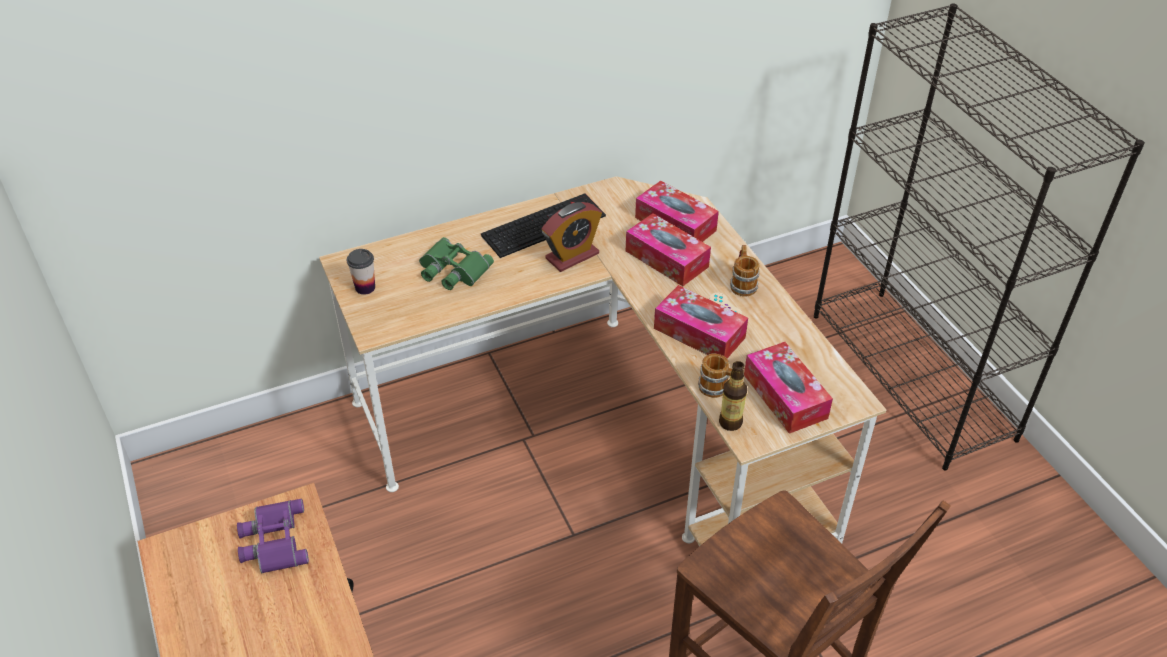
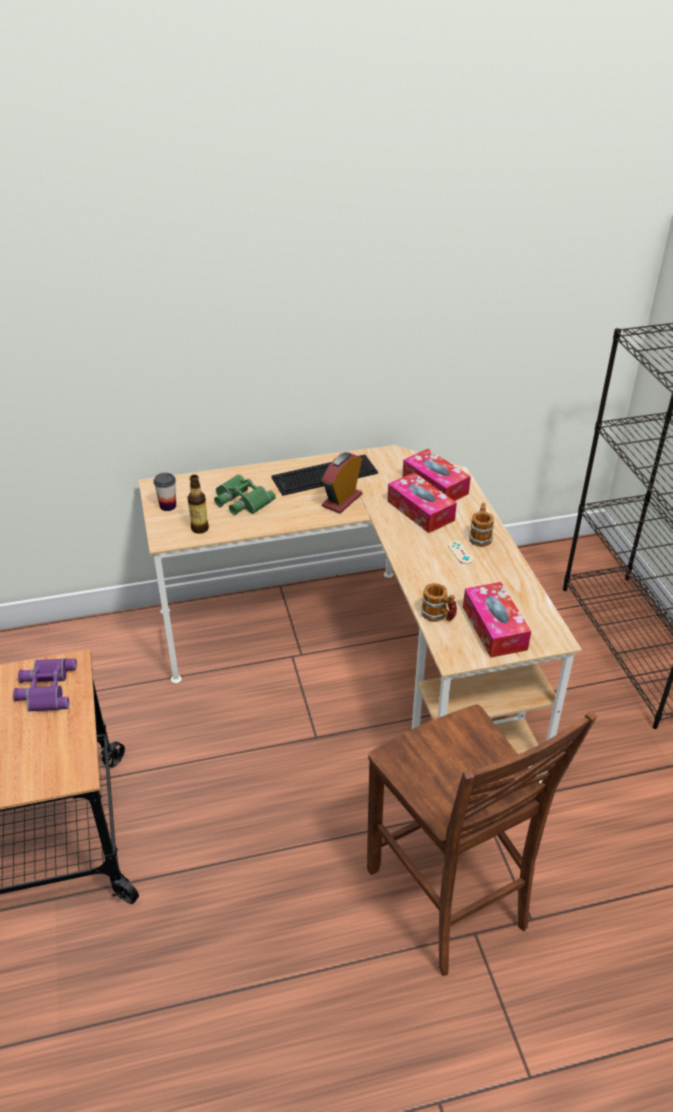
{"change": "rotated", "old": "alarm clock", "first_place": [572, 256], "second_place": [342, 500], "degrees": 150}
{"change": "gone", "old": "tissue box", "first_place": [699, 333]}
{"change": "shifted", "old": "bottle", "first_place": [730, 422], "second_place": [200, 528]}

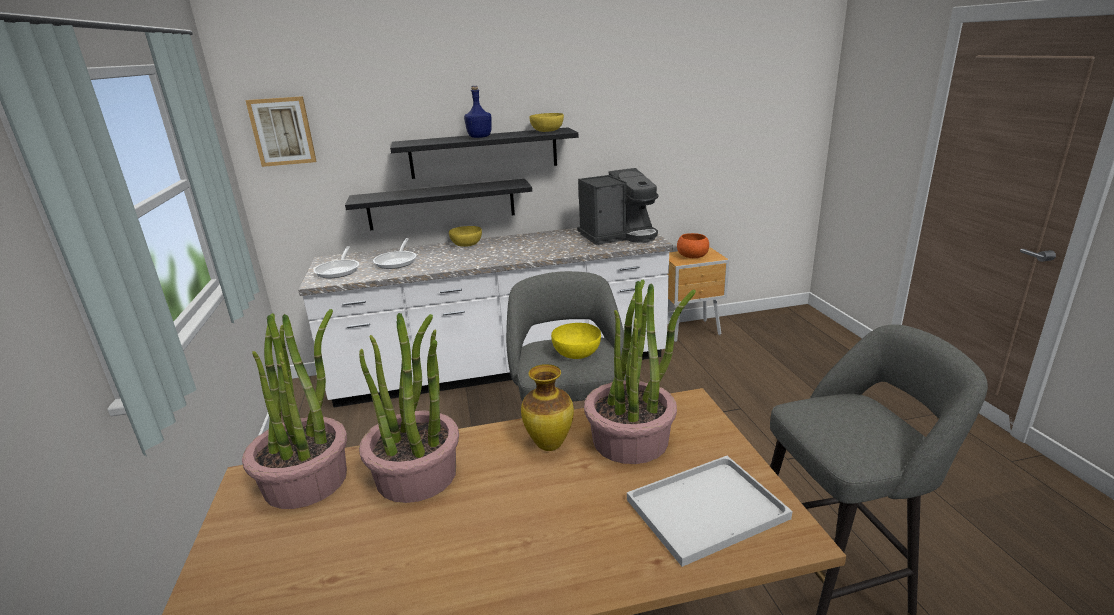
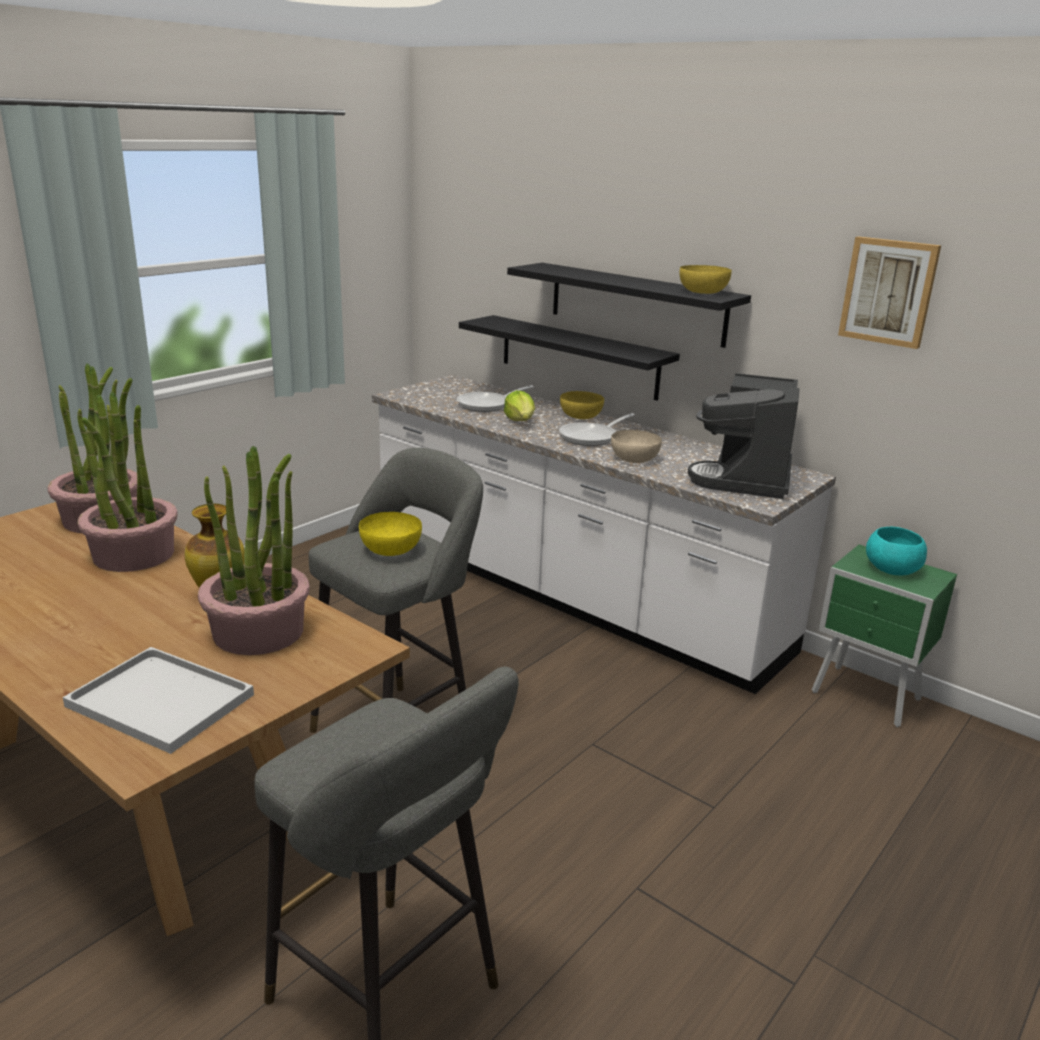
{"change": "gone", "old": "blue bottle", "first_place": [479, 137]}
{"change": "shifted", "old": "picture", "first_place": [282, 131], "second_place": [888, 291]}
{"change": "rotated", "old": "coffee machine", "first_place": [619, 236], "second_place": [746, 478], "degrees": 75}
{"change": "repainted", "old": "orange bowl", "new": "turquoise bowl", "first_place": [693, 256], "second_place": [892, 569]}
{"change": "shifted", "old": "frying pan", "first_place": [339, 270], "second_place": [592, 437]}
{"change": "repainted", "old": "brown nightstand", "new": "green nightstand", "first_place": [692, 331], "second_place": [867, 698]}
{"change": "new", "new": "lettuce", "second_place": [520, 421]}
{"change": "new", "new": "beige bowl", "second_place": [635, 459]}

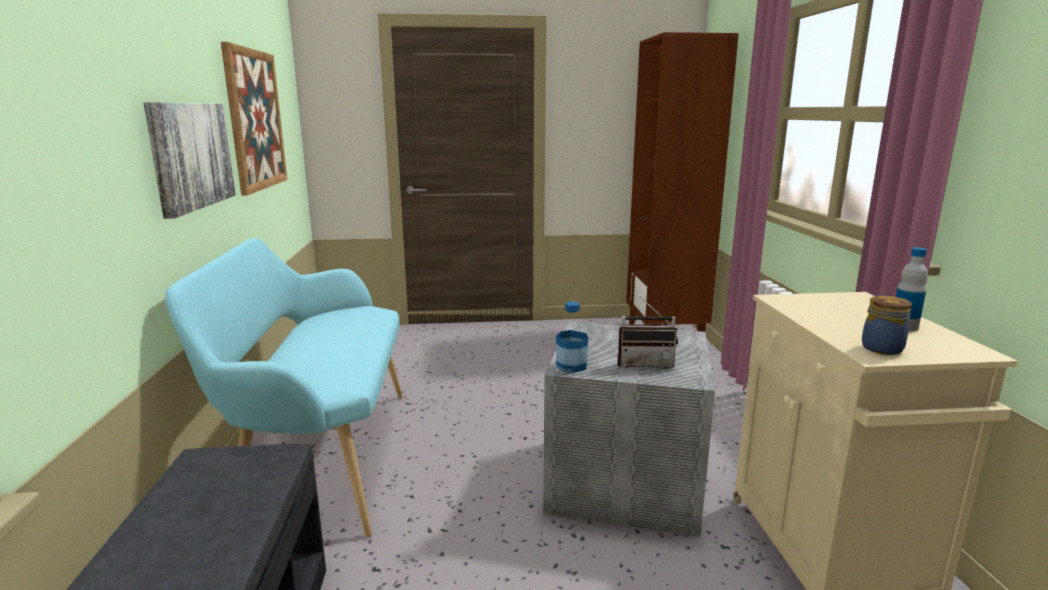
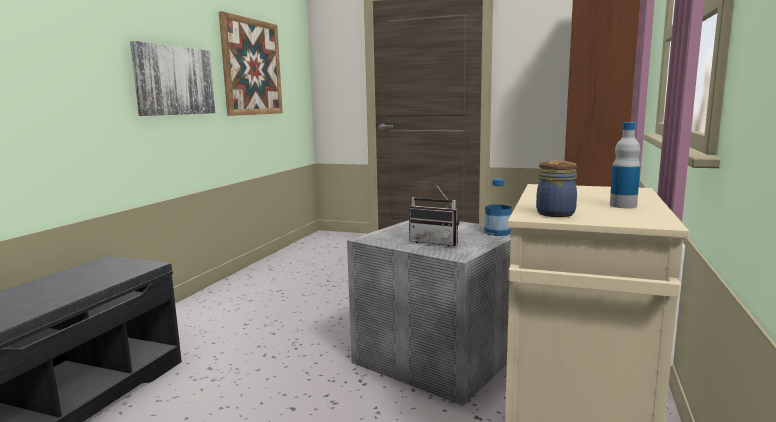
{"change": "gone", "old": "turquoise bench", "first_place": [320, 457]}
{"change": "shifted", "old": "bottle", "first_place": [571, 365], "second_place": [497, 232]}

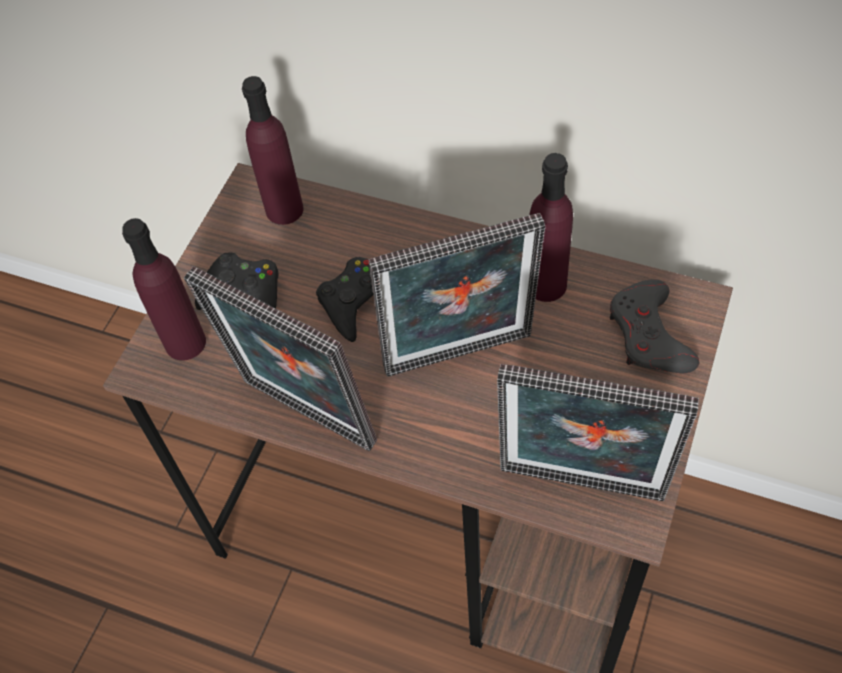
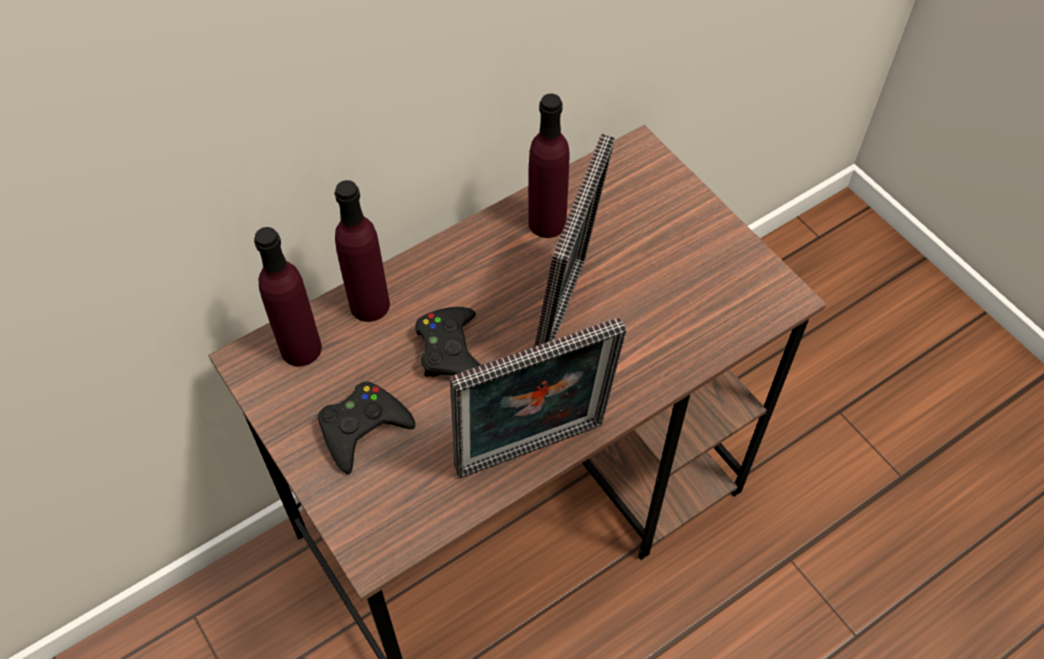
{"change": "shifted", "old": "purple bottle", "first_place": [185, 343], "second_place": [369, 305]}
{"change": "gone", "old": "grey game controller", "first_place": [649, 335]}
{"change": "gone", "old": "picture frame", "first_place": [580, 489]}

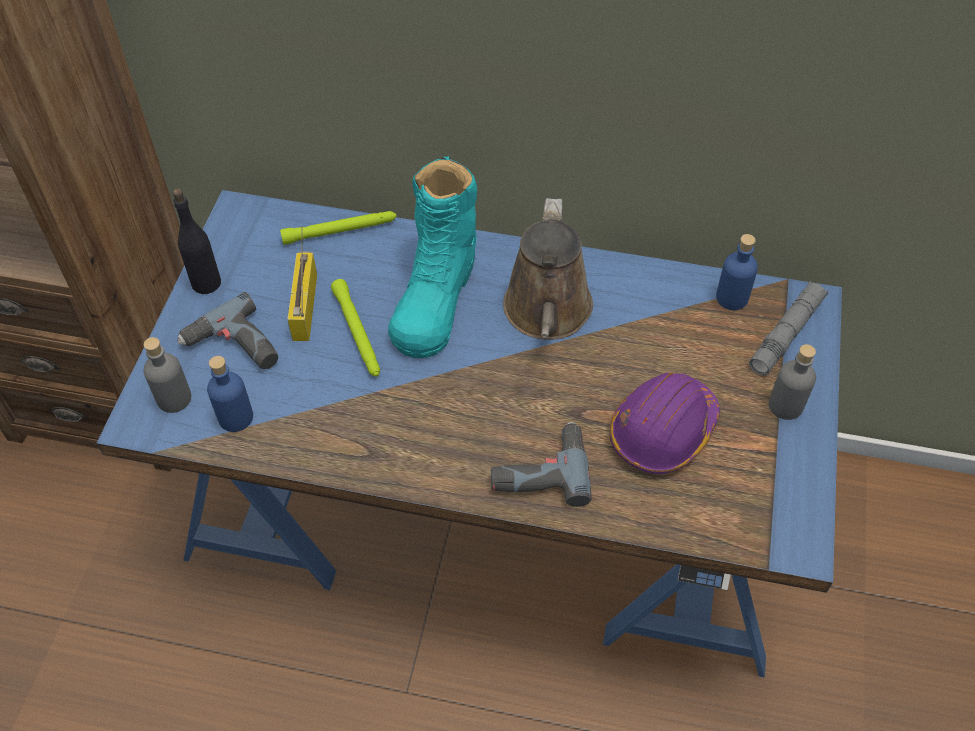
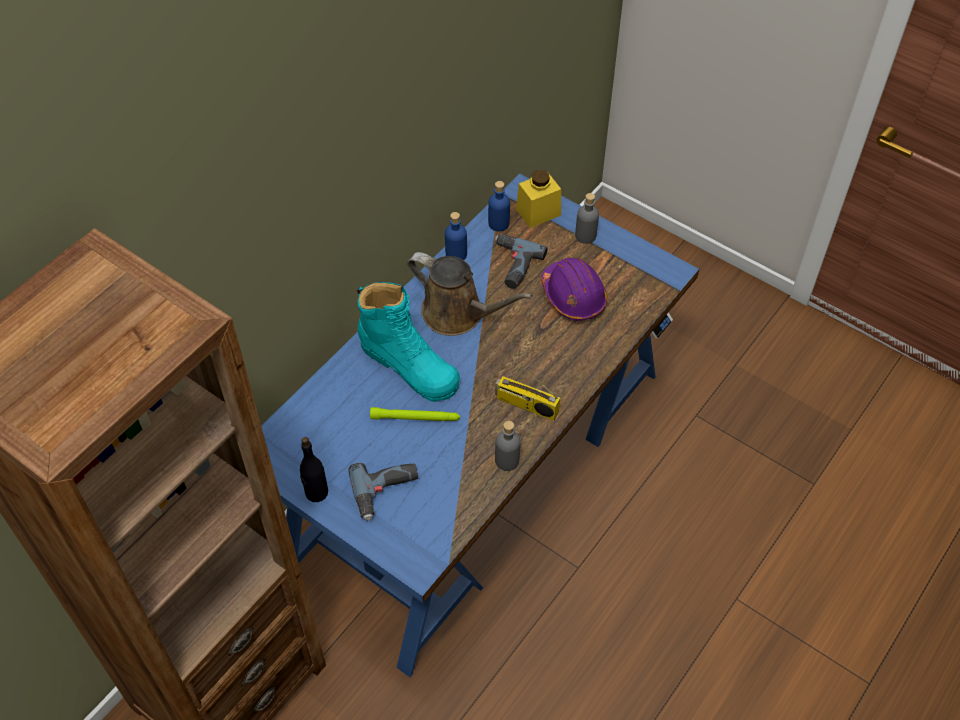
{"change": "gone", "old": "green flashlight", "first_place": [340, 231]}
{"change": "shifted", "old": "radio", "first_place": [304, 305], "second_place": [526, 405]}
{"change": "swapped", "old": "grey flashlight", "new": "yellow jar", "first_place": [786, 334], "second_place": [538, 212]}
{"change": "shifted", "old": "grey bottle", "first_place": [174, 398], "second_place": [507, 460]}
{"change": "shifted", "old": "blue bottle", "first_place": [235, 417], "second_place": [456, 254]}
{"change": "shifted", "old": "power drill", "first_place": [538, 468], "second_place": [512, 265]}

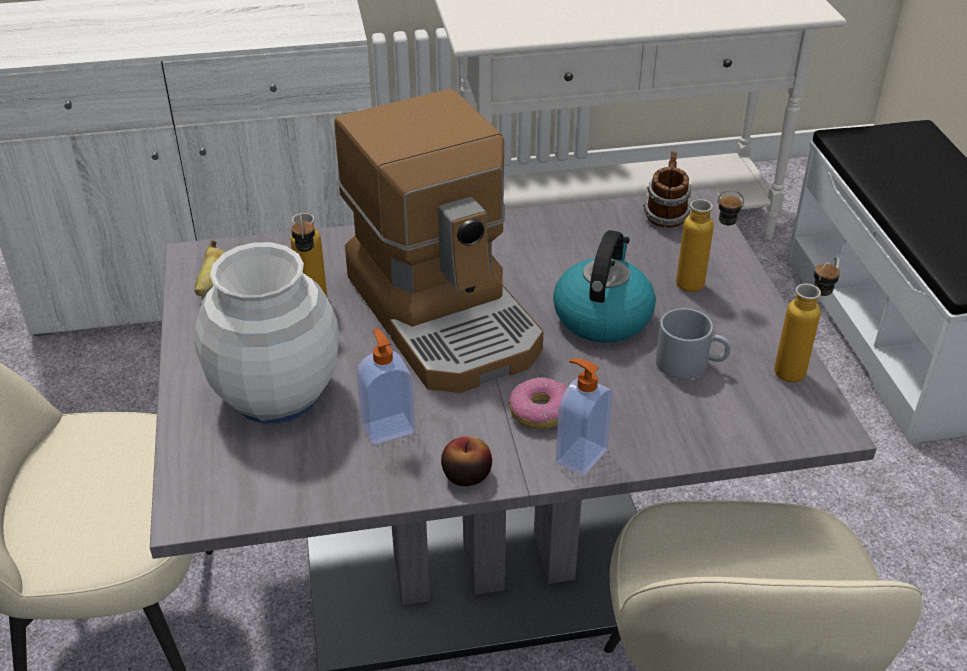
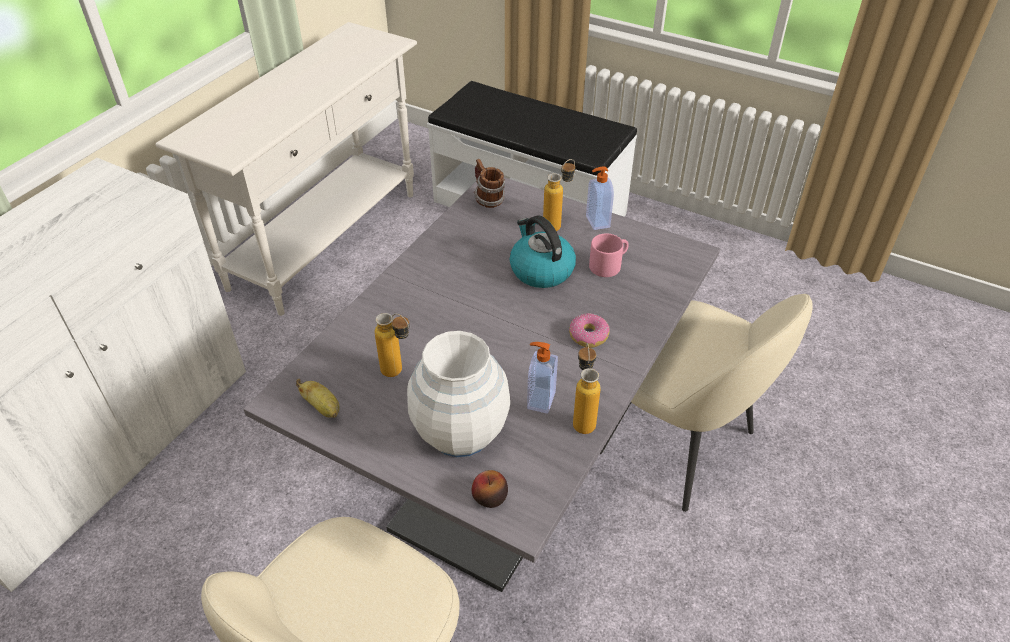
{"change": "gone", "old": "coffee machine", "first_place": [446, 314]}
{"change": "shifted", "old": "bottle", "first_place": [797, 367], "second_place": [583, 418]}
{"change": "repainted", "old": "grey mug", "new": "pink mug", "first_place": [690, 363], "second_place": [608, 264]}
{"change": "shifted", "old": "soap dispenser", "first_place": [580, 455], "second_place": [596, 222]}
{"change": "shifted", "old": "apple", "first_place": [466, 475], "second_place": [490, 497]}

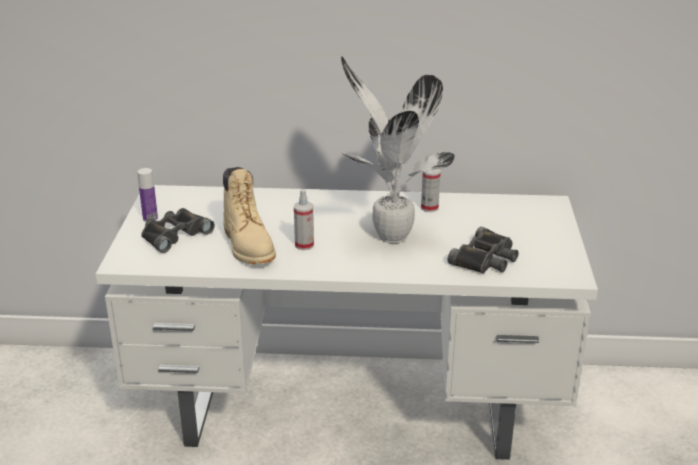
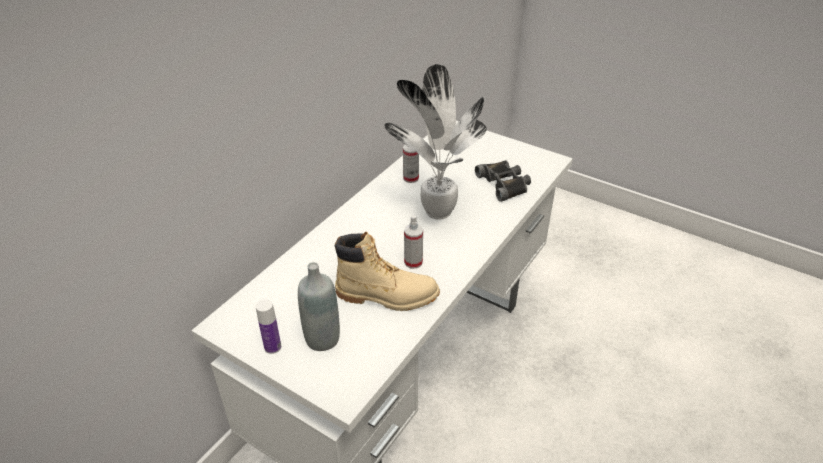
{"change": "swapped", "old": "black binoculars", "new": "grey bottle", "first_place": [174, 234], "second_place": [322, 339]}

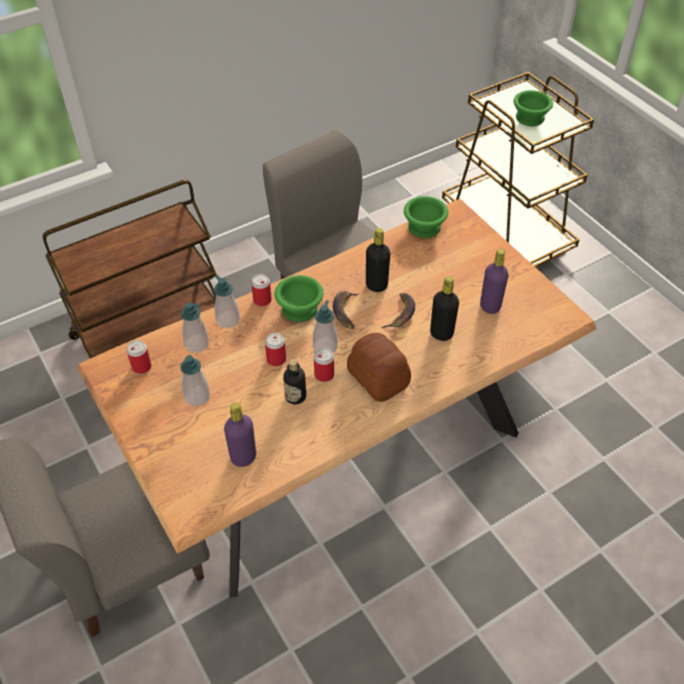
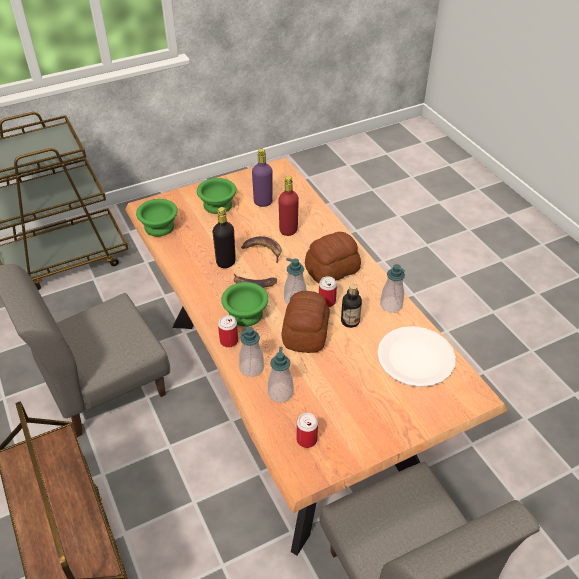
{"change": "shifted", "old": "green bowl", "first_place": [530, 117], "second_place": [217, 205]}
{"change": "repainted", "old": "black bottle", "new": "red bottle", "first_place": [441, 333], "second_place": [288, 230]}
{"change": "swapped", "old": "can", "new": "bread", "first_place": [276, 359], "second_place": [306, 333]}
{"change": "shifted", "old": "soap dispenser", "first_place": [197, 397], "second_place": [391, 305]}
{"change": "swapped", "old": "purple bottle", "new": "white plate", "first_place": [243, 457], "second_place": [415, 357]}

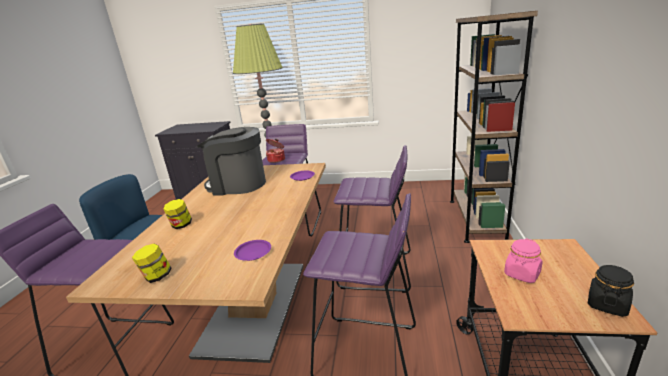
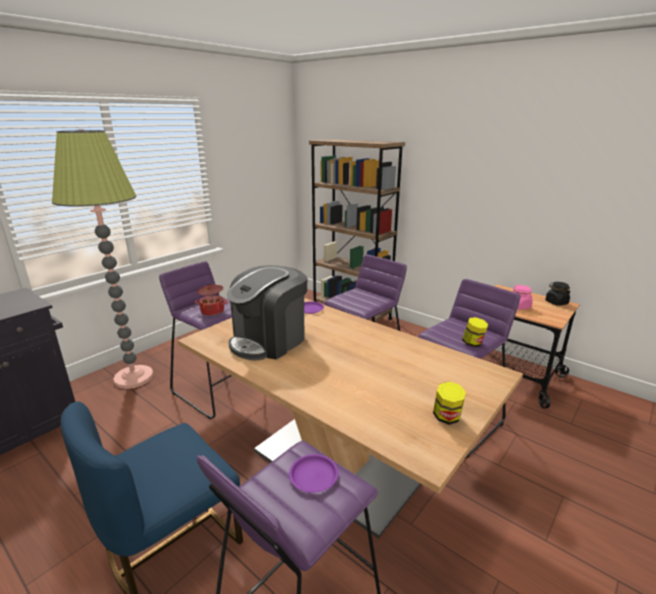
{"change": "shifted", "old": "jar", "first_place": [181, 225], "second_place": [473, 343]}
{"change": "shifted", "old": "purple plate", "first_place": [253, 252], "second_place": [314, 475]}

